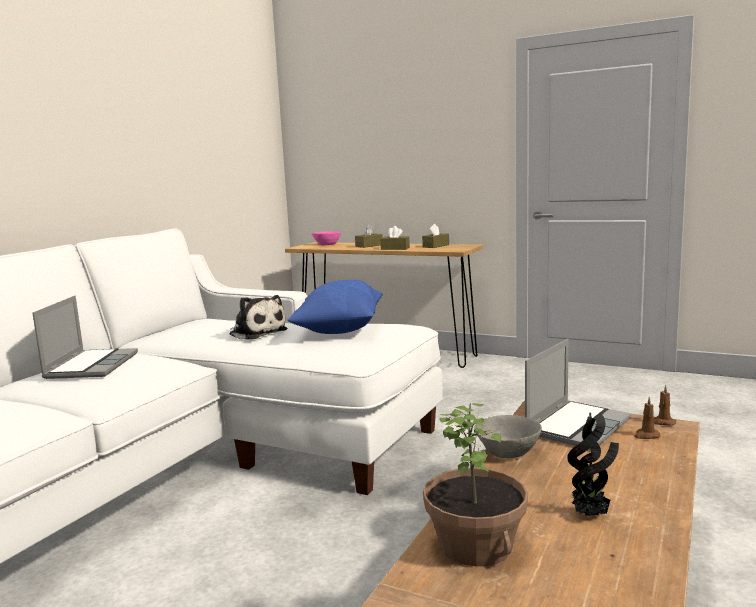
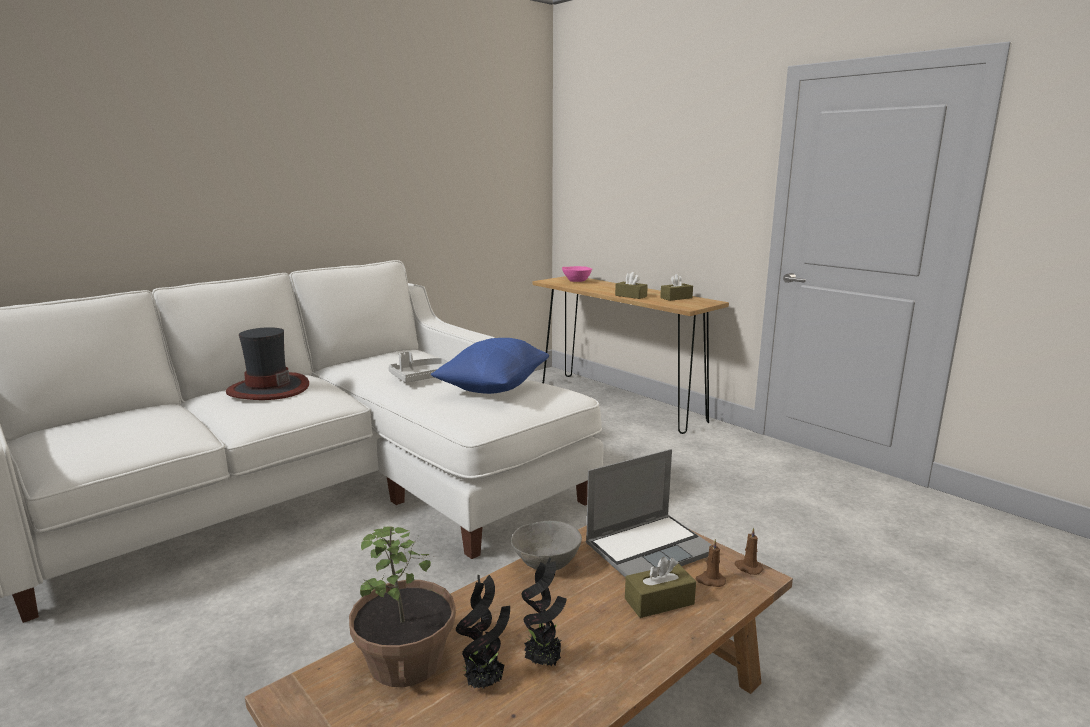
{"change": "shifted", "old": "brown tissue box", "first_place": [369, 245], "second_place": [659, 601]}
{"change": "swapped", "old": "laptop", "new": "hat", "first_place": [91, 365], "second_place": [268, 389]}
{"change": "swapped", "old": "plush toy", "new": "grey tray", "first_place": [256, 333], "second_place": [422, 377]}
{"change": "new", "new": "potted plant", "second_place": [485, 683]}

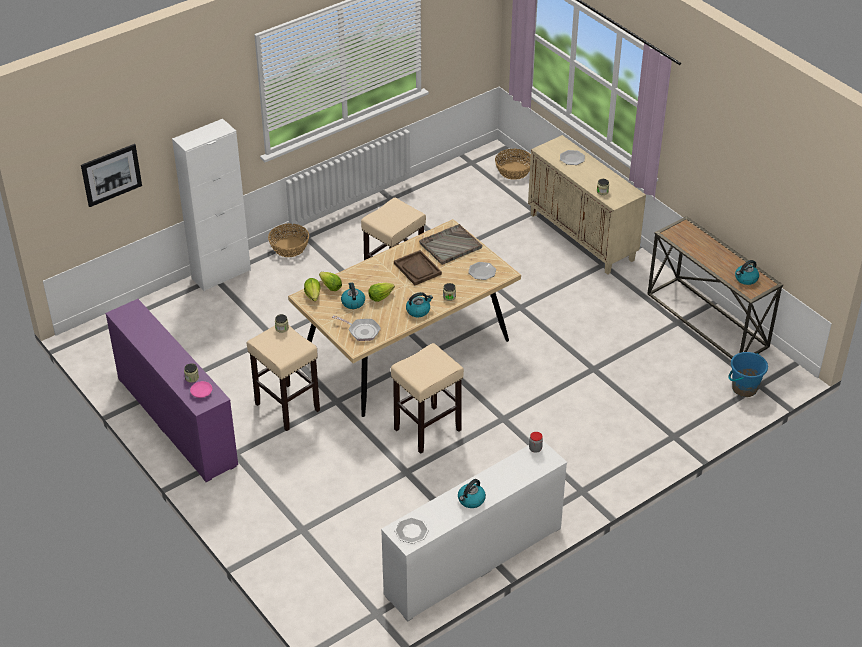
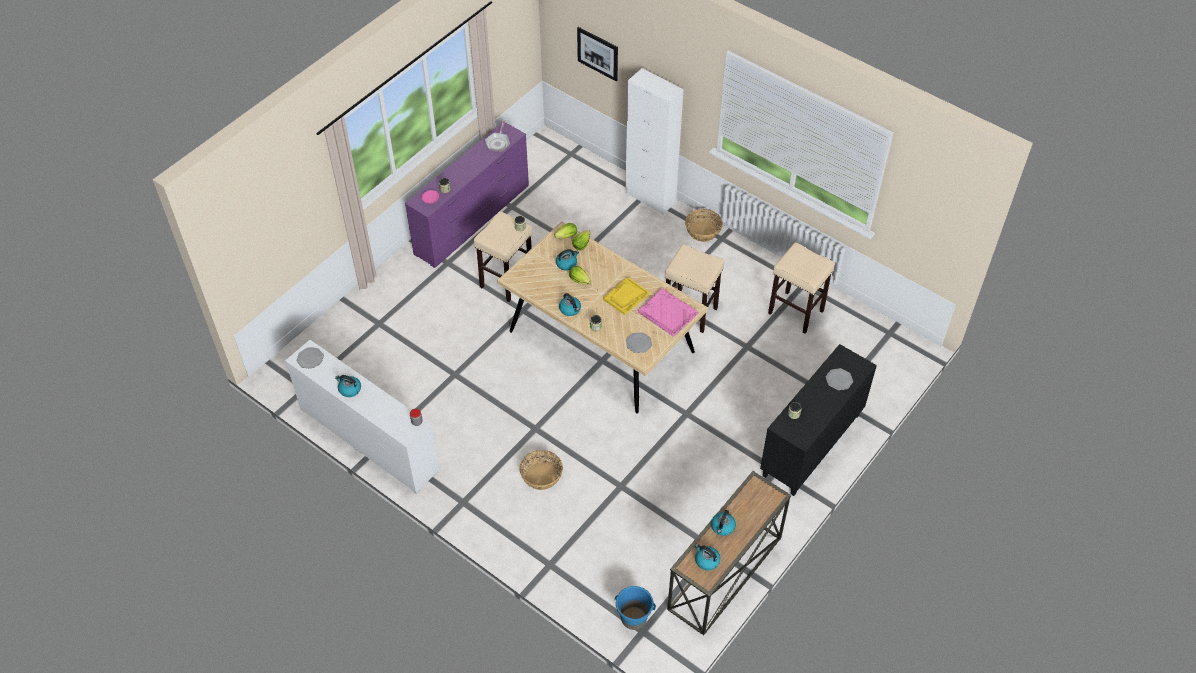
{"change": "repainted", "old": "beige cabinet", "new": "black cabinet", "first_place": [582, 237], "second_place": [811, 446]}
{"change": "shifted", "old": "basket", "first_place": [514, 171], "second_place": [541, 476]}
{"change": "repainted", "old": "grey tray", "new": "pink tray", "first_place": [450, 245], "second_place": [667, 313]}
{"change": "repainted", "old": "brown tray", "new": "yellow tray", "first_place": [417, 269], "second_place": [626, 297]}
{"change": "shifted", "old": "frying pan", "first_place": [361, 331], "second_place": [498, 142]}
{"change": "shifted", "old": "beige stool", "first_place": [427, 430], "second_place": [795, 312]}
{"change": "new", "new": "kettle", "second_place": [722, 527]}

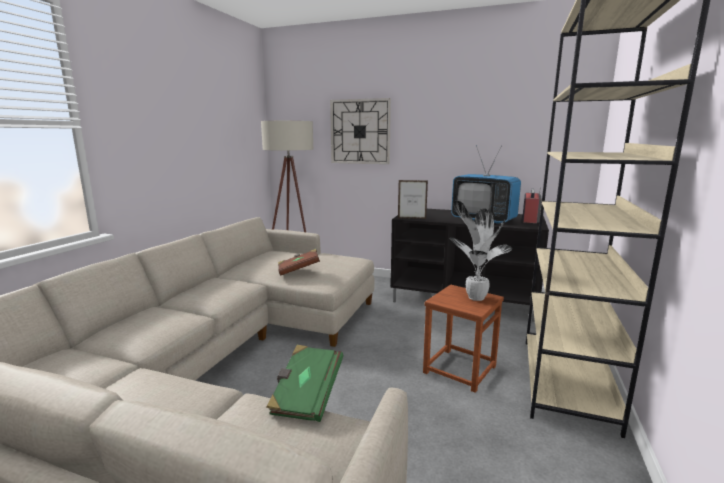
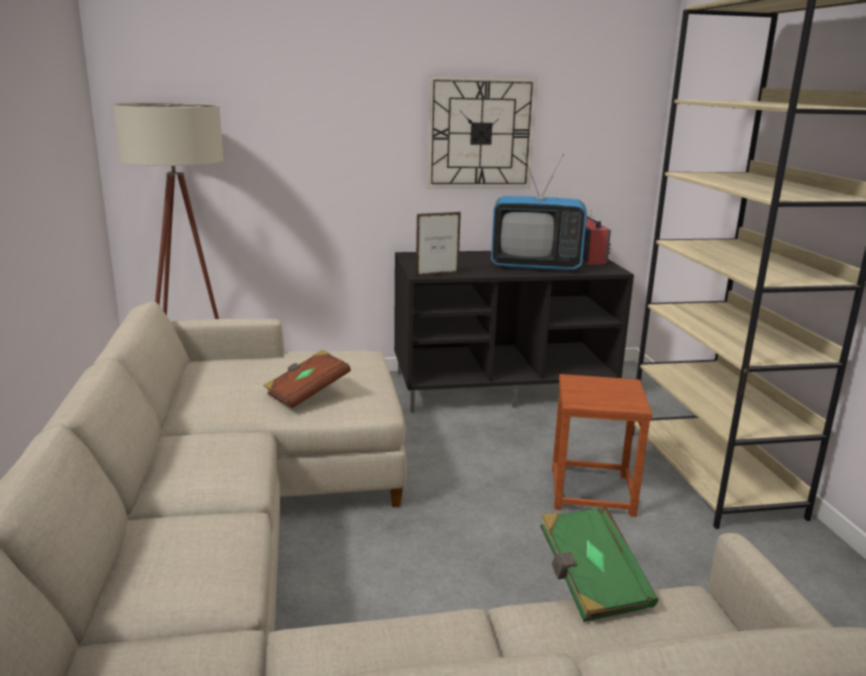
{"change": "shifted", "old": "wall clock", "first_place": [360, 131], "second_place": [480, 133]}
{"change": "gone", "old": "potted plant", "first_place": [474, 298]}

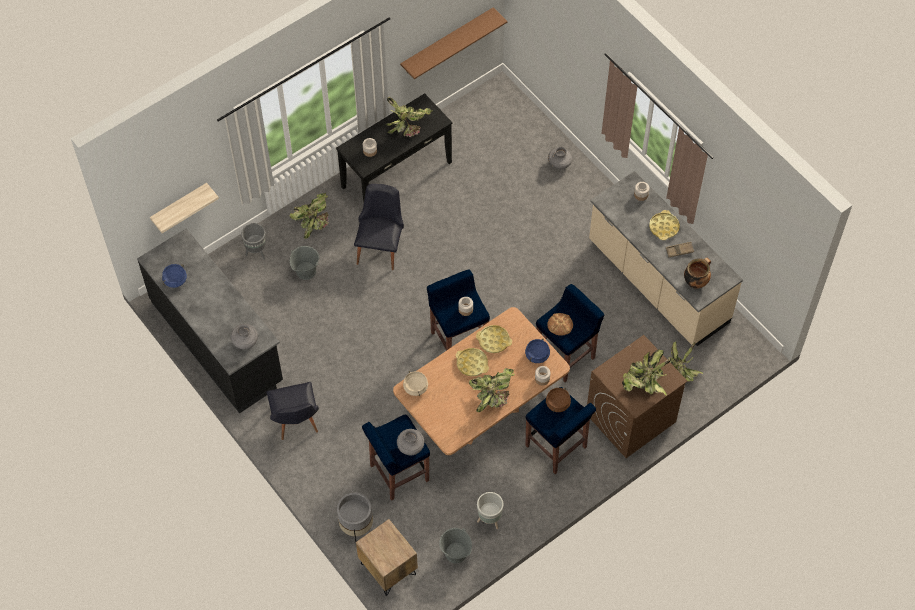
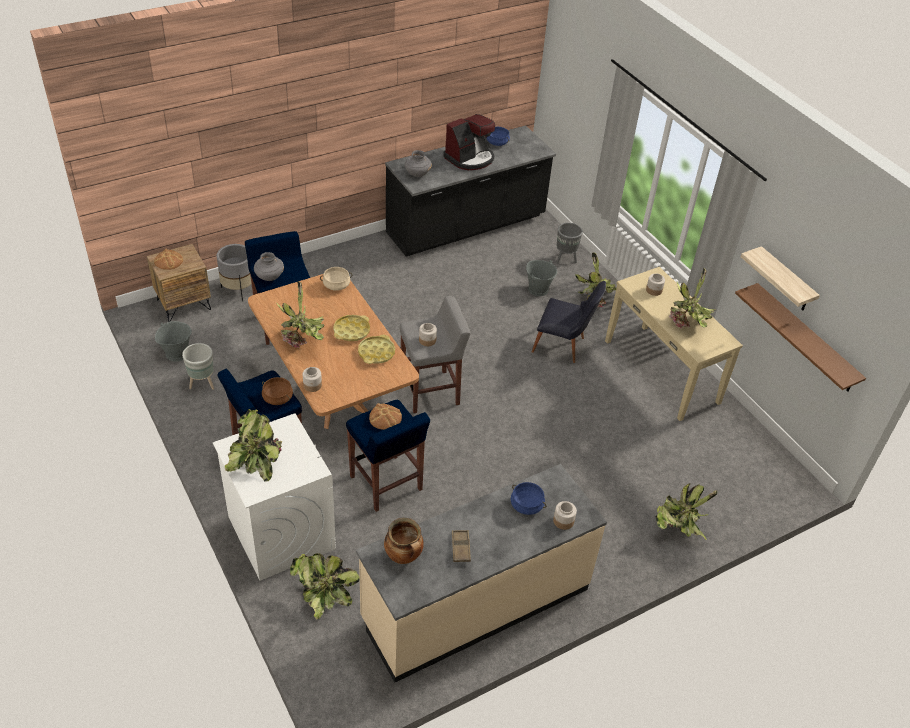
{"change": "repainted", "old": "black console table", "new": "beige console table", "first_place": [396, 174], "second_place": [661, 371]}
{"change": "swapped", "old": "grey vase", "new": "potted plant", "first_place": [559, 164], "second_place": [678, 528]}
{"change": "shifted", "old": "shelf", "first_place": [179, 206], "second_place": [785, 280]}
{"change": "gone", "old": "yellow tray", "first_place": [664, 227]}
{"change": "repainted", "old": "blue stool", "new": "grey stool", "first_place": [458, 339], "second_place": [431, 391]}
{"change": "repainted", "old": "brown washing machine", "new": "white washing machine", "first_place": [630, 418], "second_place": [281, 532]}
{"change": "shifted", "old": "blue cooking pot", "first_place": [537, 355], "second_place": [527, 505]}
{"change": "gone", "old": "black chair", "first_place": [296, 423]}
{"change": "new", "new": "coffee machine", "second_place": [470, 158]}
{"change": "new", "new": "bread", "second_place": [168, 261]}

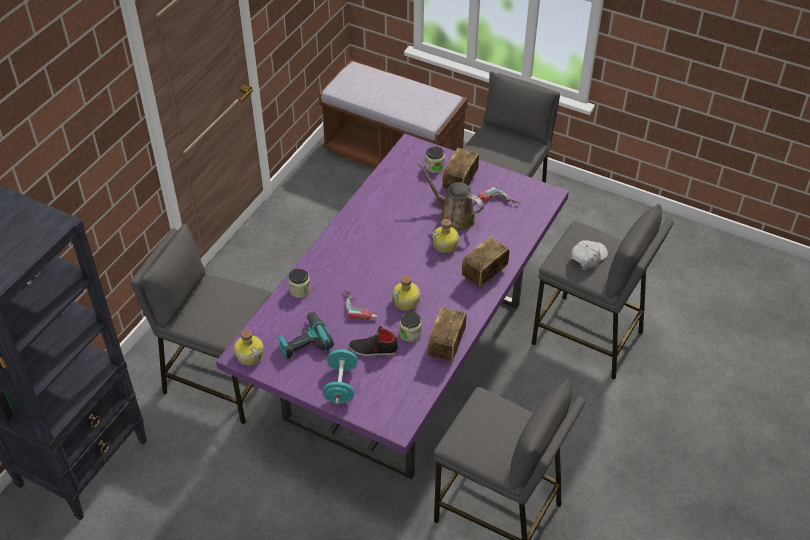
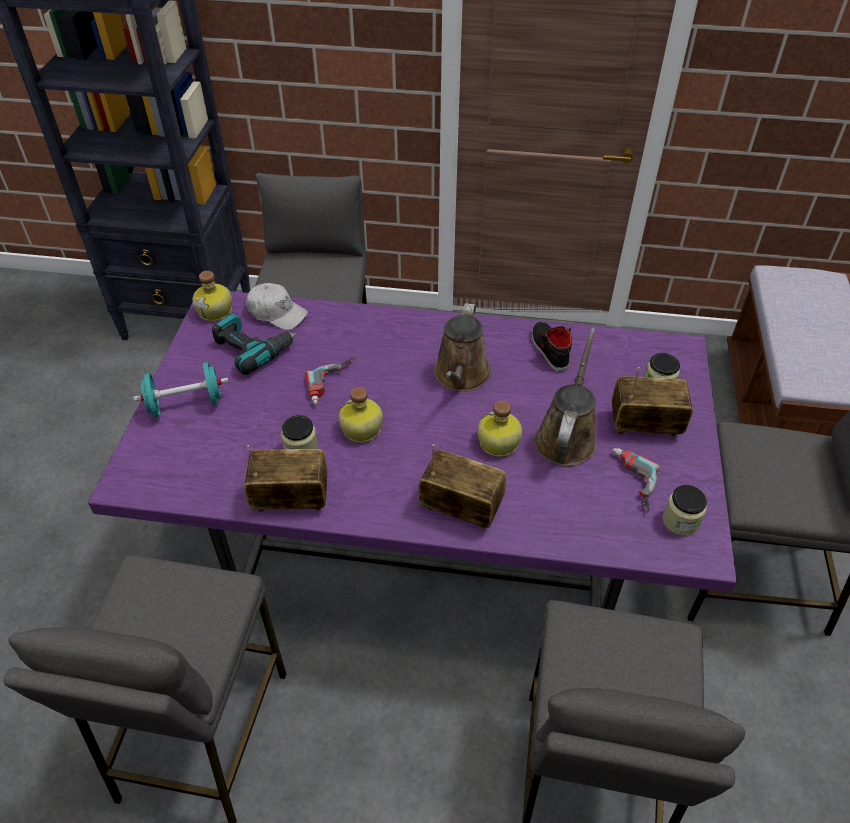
{"change": "shifted", "old": "white cap", "first_place": [587, 257], "second_place": [277, 313]}
{"change": "shifted", "old": "jar", "first_place": [300, 290], "second_place": [680, 521]}
{"change": "shifted", "old": "black shoe", "first_place": [373, 350], "second_place": [548, 349]}
{"change": "new", "new": "brown watering can", "second_place": [461, 376]}

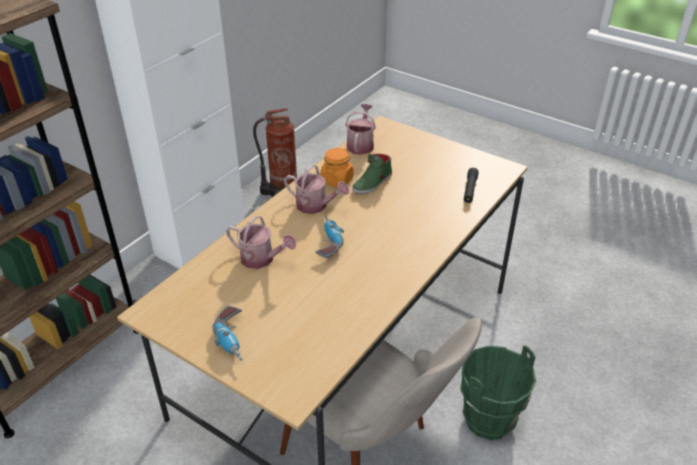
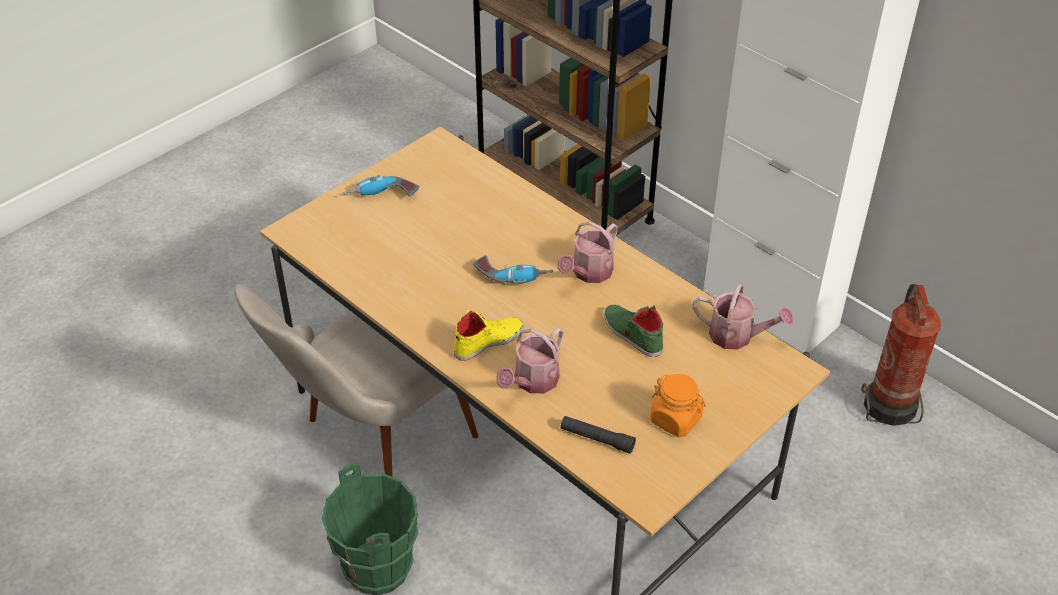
{"change": "shifted", "old": "orange jar", "first_place": [337, 180], "second_place": [676, 419]}
{"change": "shifted", "old": "watering can", "first_place": [261, 259], "second_place": [532, 382]}
{"change": "new", "new": "yellow shoe", "second_place": [488, 341]}

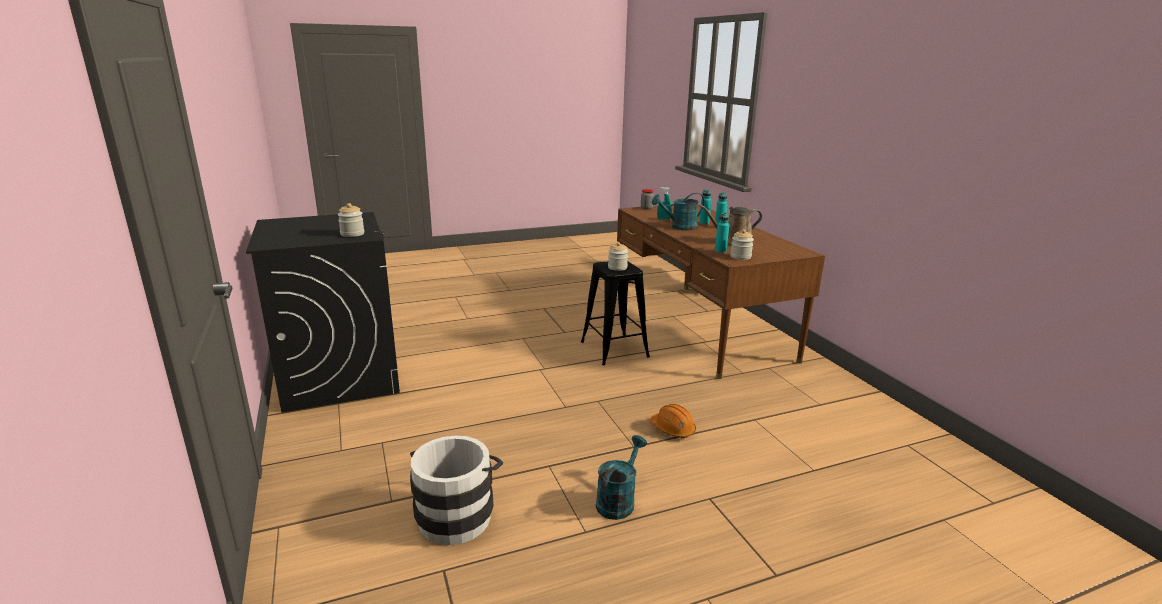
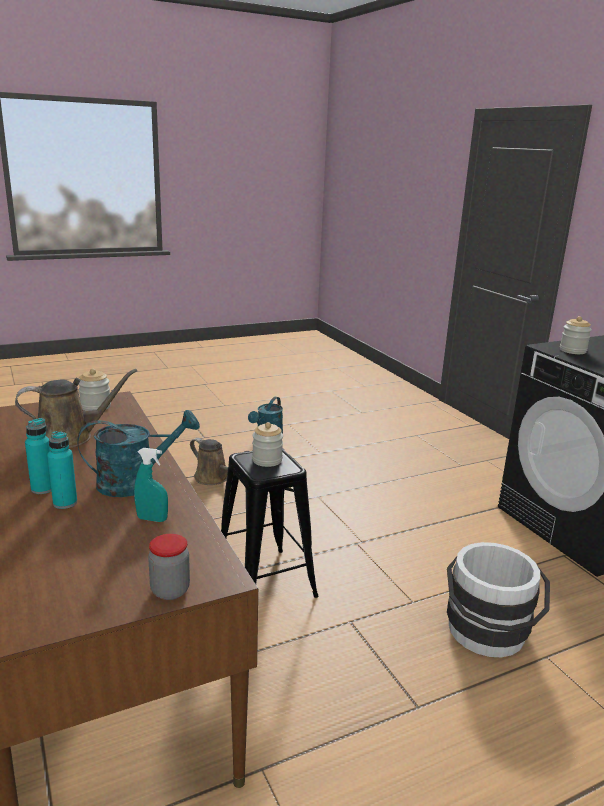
{"change": "gone", "old": "turquoise bottle", "first_place": [720, 251]}
{"change": "swapped", "old": "orange hard hat", "new": "brown watering can", "first_place": [672, 429], "second_place": [214, 478]}
{"change": "shifted", "old": "white bucket", "first_place": [458, 514], "second_place": [487, 636]}

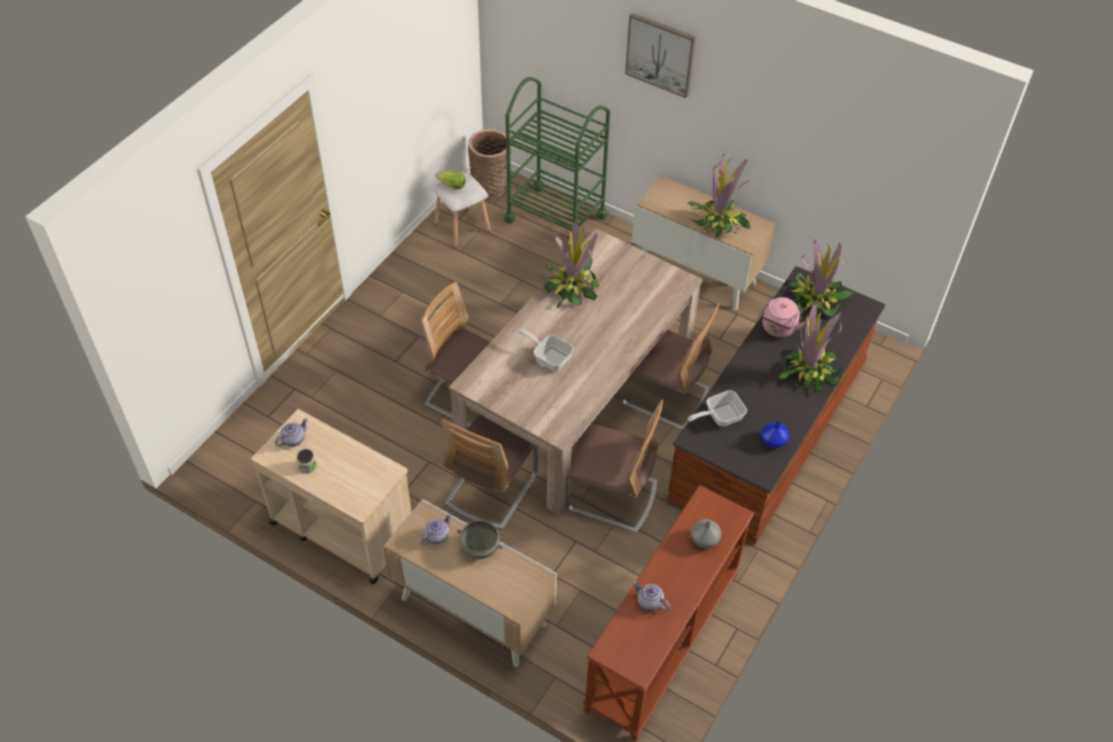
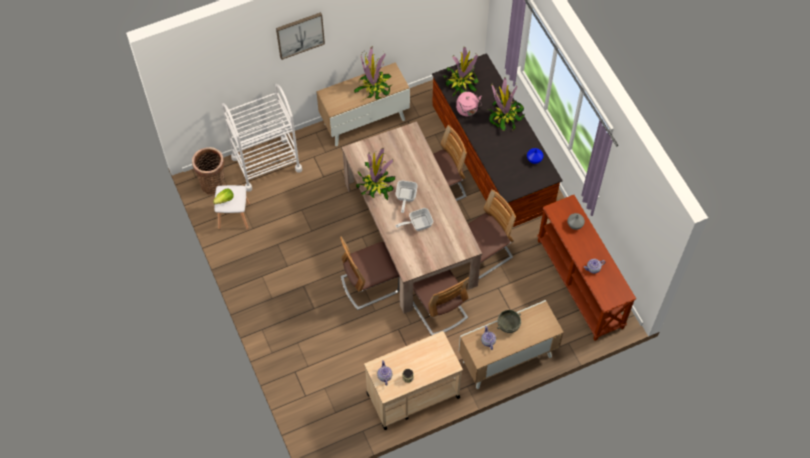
{"change": "repainted", "old": "green cart", "new": "white cart", "first_place": [555, 218], "second_place": [266, 163]}
{"change": "shifted", "old": "frying pan", "first_place": [719, 416], "second_place": [405, 197]}

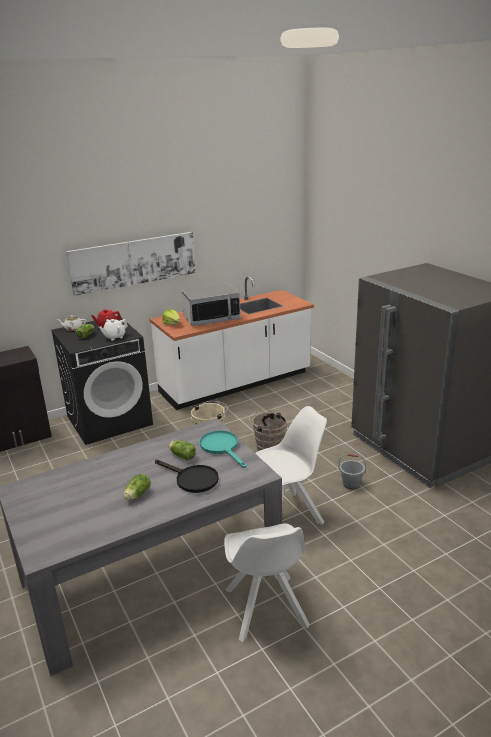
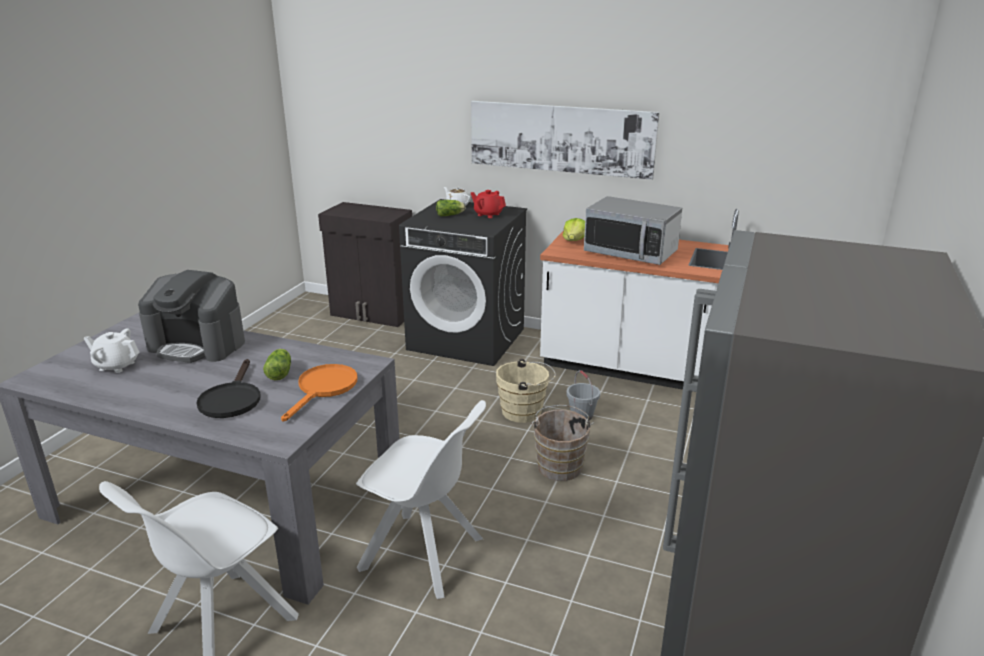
{"change": "shifted", "old": "white teapot", "first_place": [114, 337], "second_place": [116, 365]}
{"change": "repainted", "old": "turquoise frying pan", "new": "orange frying pan", "first_place": [222, 447], "second_place": [324, 389]}
{"change": "shifted", "old": "grey bucket", "first_place": [351, 484], "second_place": [582, 415]}
{"change": "gone", "old": "lettuce", "first_place": [136, 495]}
{"change": "new", "new": "coffee machine", "second_place": [198, 345]}

